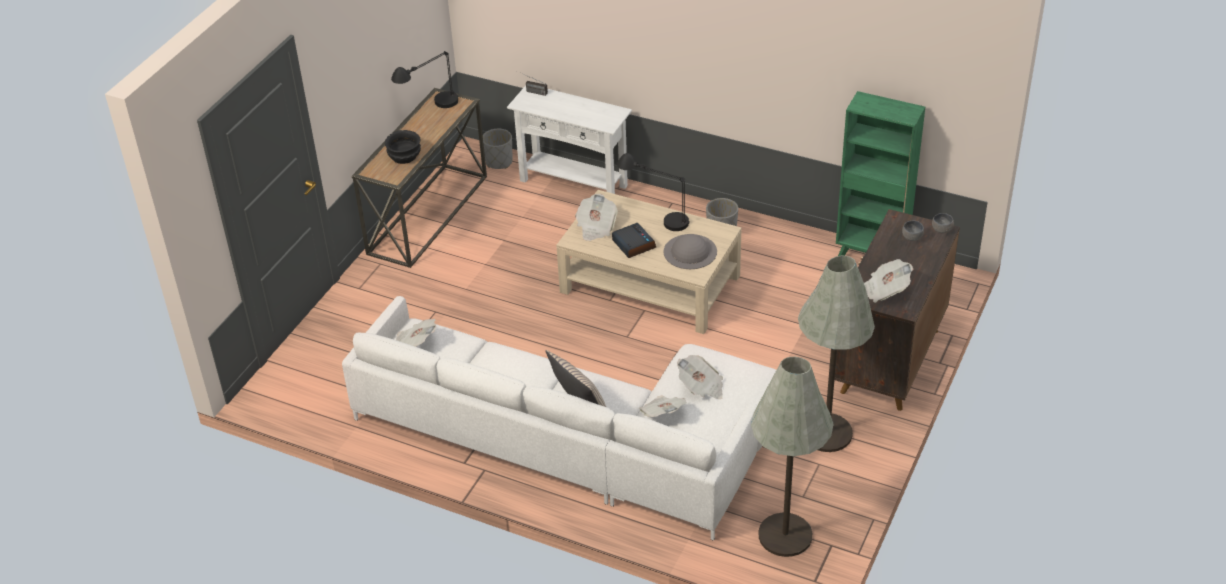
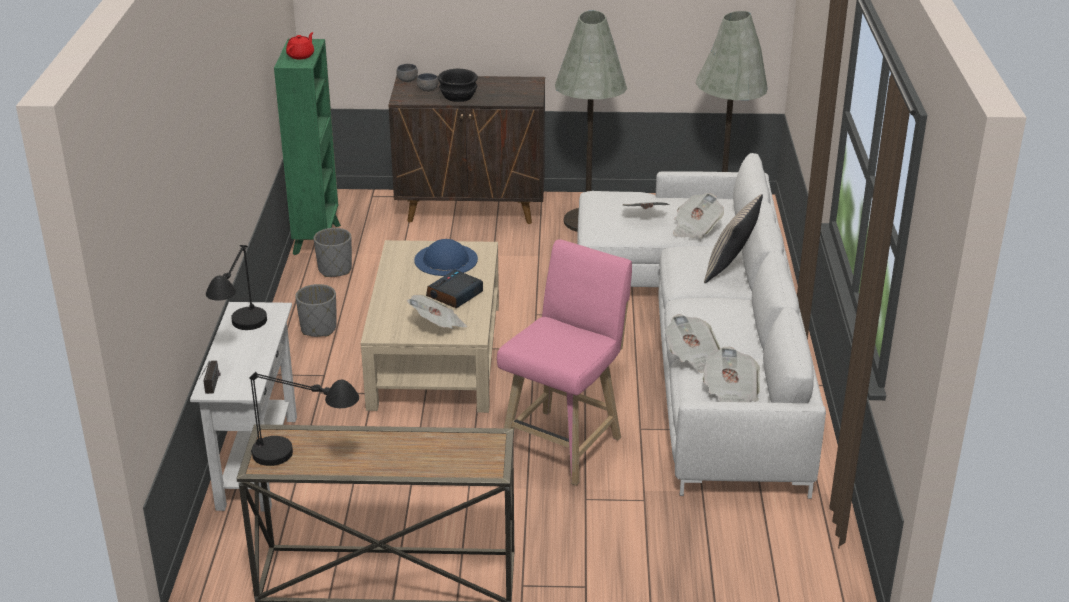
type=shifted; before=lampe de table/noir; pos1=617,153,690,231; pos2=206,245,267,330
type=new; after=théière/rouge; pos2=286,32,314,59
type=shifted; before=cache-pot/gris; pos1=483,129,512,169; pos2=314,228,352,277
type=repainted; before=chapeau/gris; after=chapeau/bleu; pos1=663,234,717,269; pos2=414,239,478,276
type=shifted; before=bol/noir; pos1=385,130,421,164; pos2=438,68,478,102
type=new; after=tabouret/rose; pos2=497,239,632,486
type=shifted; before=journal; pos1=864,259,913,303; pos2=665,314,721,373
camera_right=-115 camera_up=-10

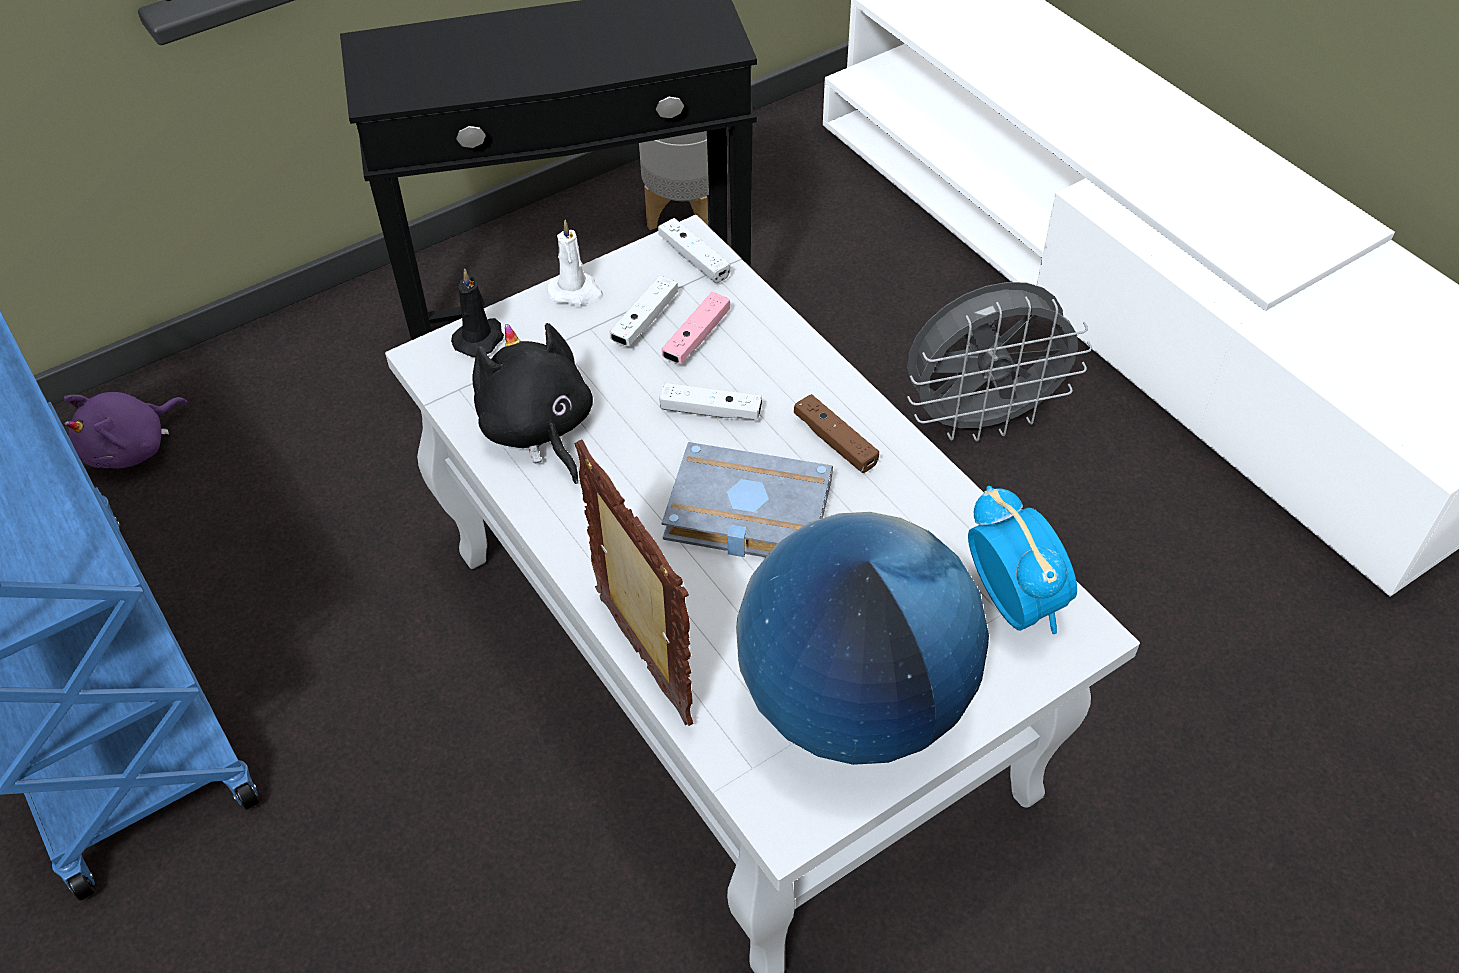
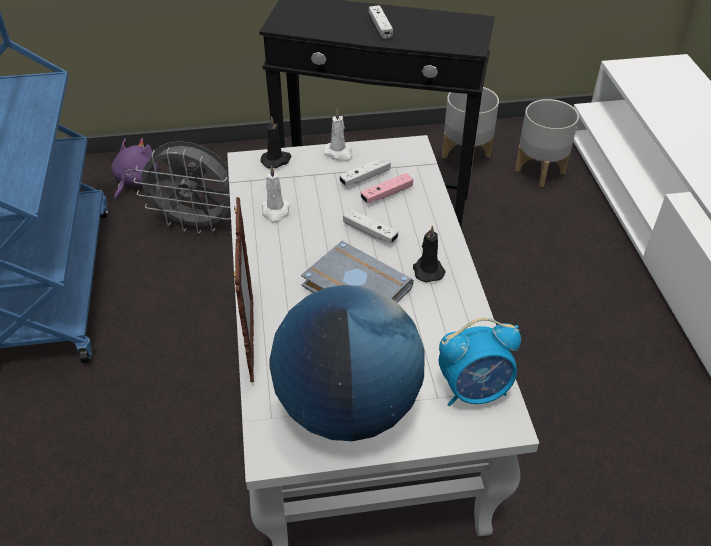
type=rotated; before=peluche/violet; pos1=64,392,188,468; pos2=111,138,158,201; turn=135
type=shifted; before=ventilateur/gris; pos1=907,282,1092,442; pos2=133,141,231,234
type=swapped; before=peluche/noir; after=bougie/blanc; pos1=472,323,593,484; pos2=262,165,290,223
type=shifted; before=manette/blanc; pos1=658,218,730,283; pos2=369,5,393,39
type=swapped; before=manette/marron; after=bougie/noir; pos1=794,394,879,473; pos2=413,225,446,282
type=rotated; before=réveil; pos1=968,486,1077,634; pos2=439,318,521,406; turn=75
type=new; after=cache-pot/gris; pos2=515,99,579,187
camera_right=25 camera_up=-5

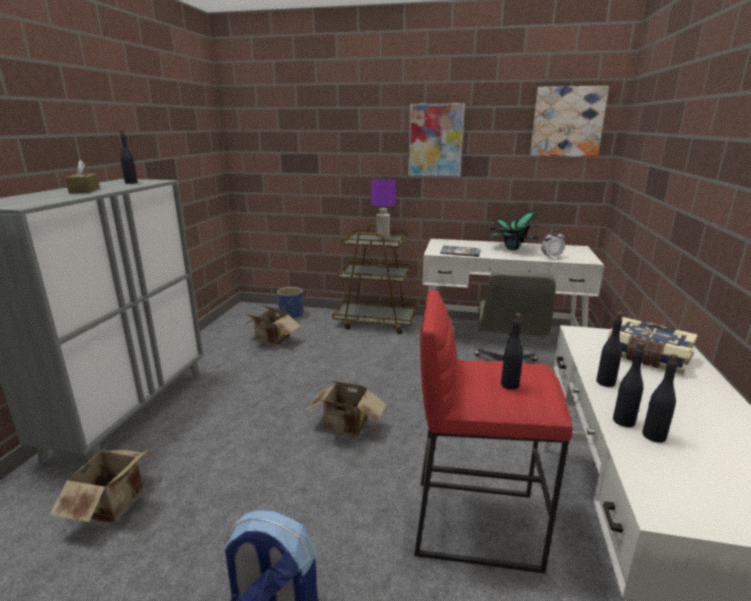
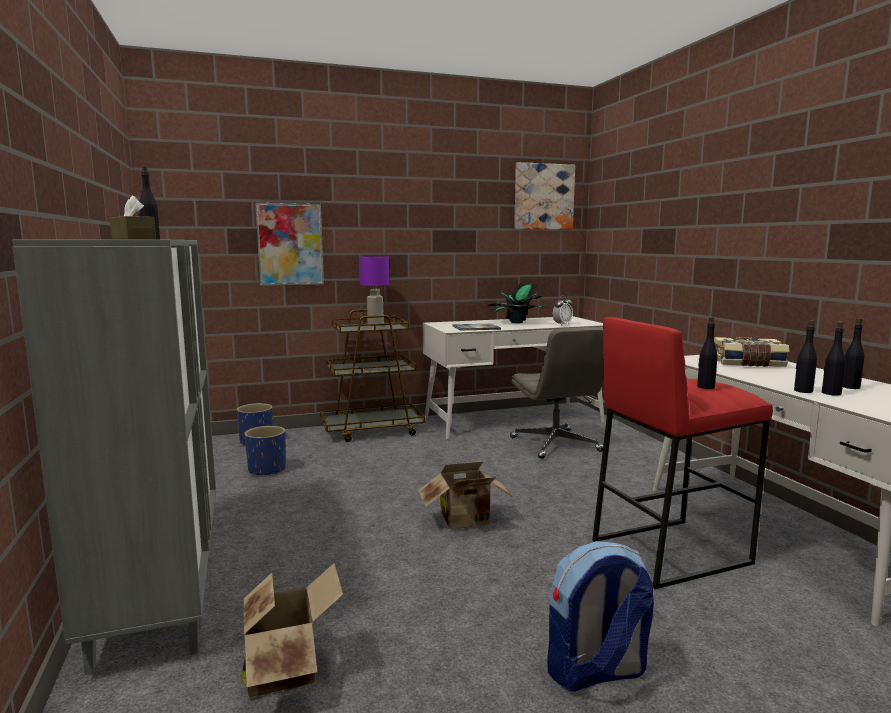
type=swapped; before=carton; after=cache-pot/bleu; pos1=244,306,301,346; pos2=244,426,286,476
type=shifted; before=tableau; pos1=408,103,465,176; pos2=255,203,324,286
type=shifted; before=bouteille/noir; pos1=596,312,623,387; pos2=843,318,864,389
camera_right=-30 camera_up=-10

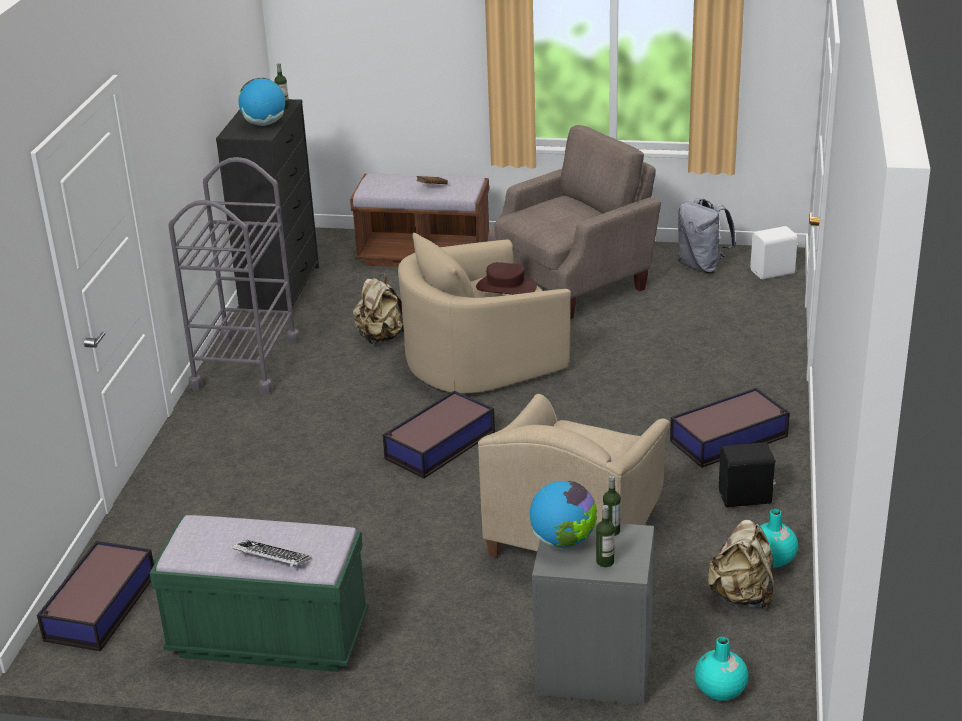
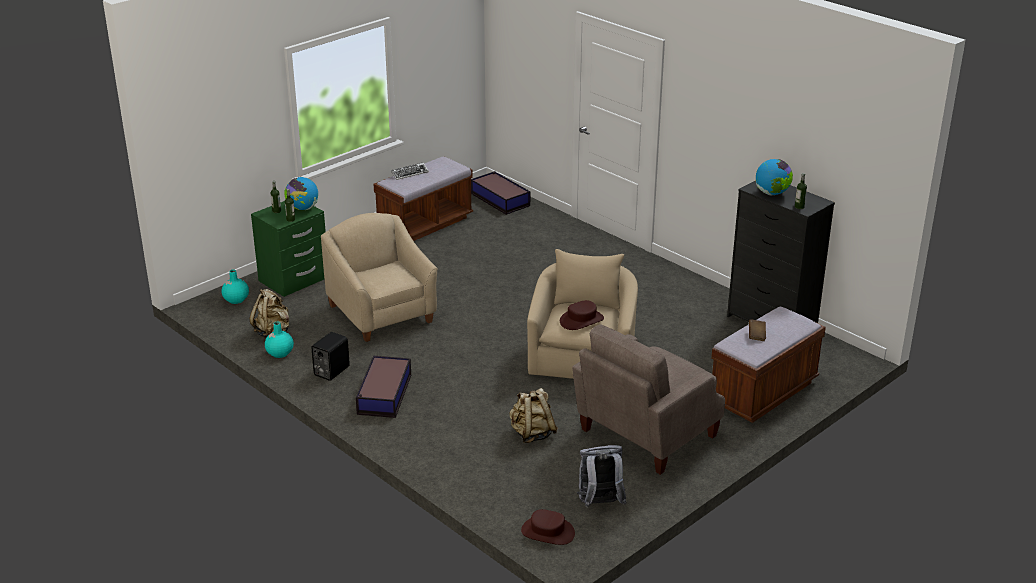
type=repainted; before=table de chevet/gris; after=table de chevet/vert; pos1=532,522,654,705; pos2=251,201,326,297
type=repainted; before=banc/vert; after=banc/marron; pos1=150,515,368,672; pos2=373,156,473,241
type=shifted; before=sac à dos/beige; pos1=353,274,404,344; pos2=509,388,558,443
type=swapped; before=enceinte/blanc; after=chapeau/marron; pos1=750,226,798,280; pos2=521,509,575,545
type=rotated; before=fauteuil/beige; pos1=488,125,661,319; pos2=572,324,725,475; turn=45
type=gone; before=chariot/gris; pos1=168,157,300,395
type=gone; before=boîte de rangement; pos1=383,391,495,478
camera_right=125 camera_up=0

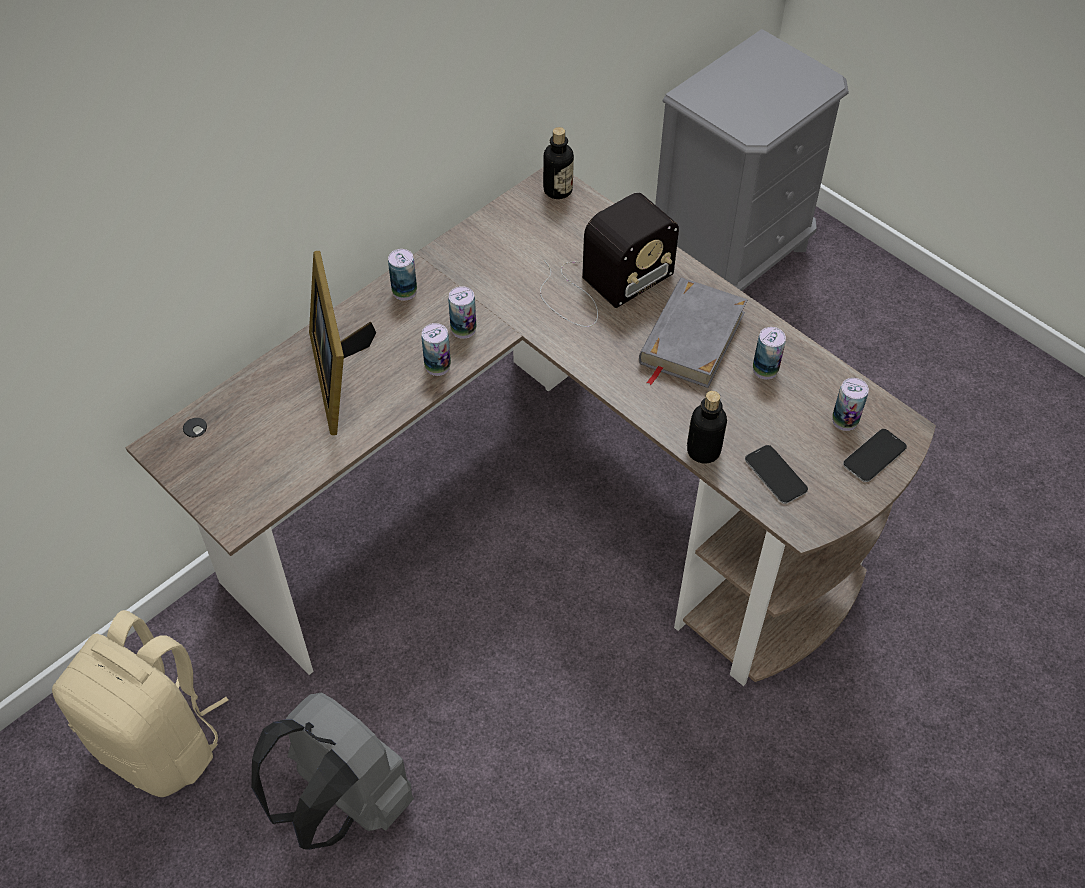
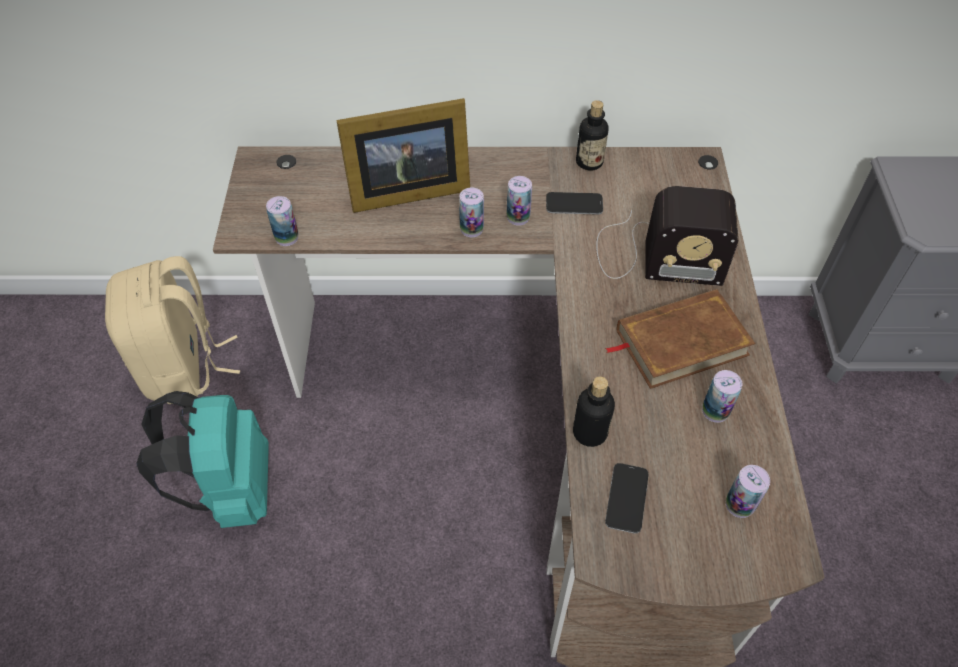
type=repainted; before=sac à dos/gris; after=sac à dos/turquoise; pos1=251,693,414,850; pos2=136,391,269,528
type=shifted; before=boîte métallique; pos1=388,249,417,301; pos2=266,196,298,246
type=rotated; before=cadre photo; pos1=309,251,376,435; pos2=336,98,470,213; turn=-135
type=shifted; before=téléphone; pos1=843,429,907,482; pos2=546,192,603,215
type=shifted; before=bouteille; pos1=543,127,574,199; pos2=576,100,609,171
type=repainted; before=livre/gris; after=livre/marron; pos1=639,278,748,388; pos2=605,289,755,389
camera_right=45 camera_up=0

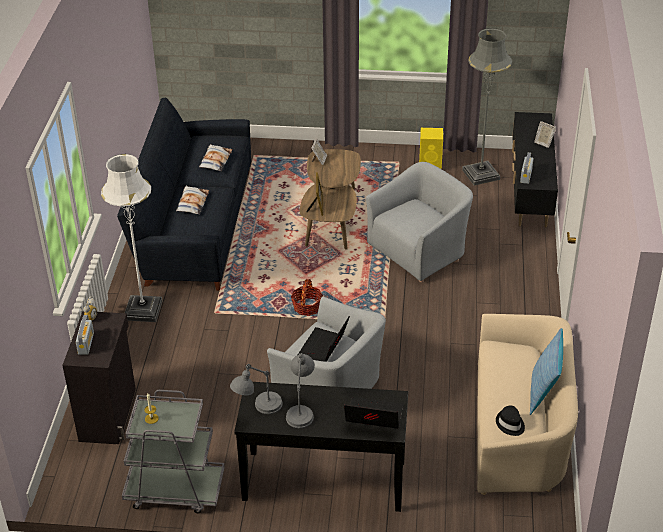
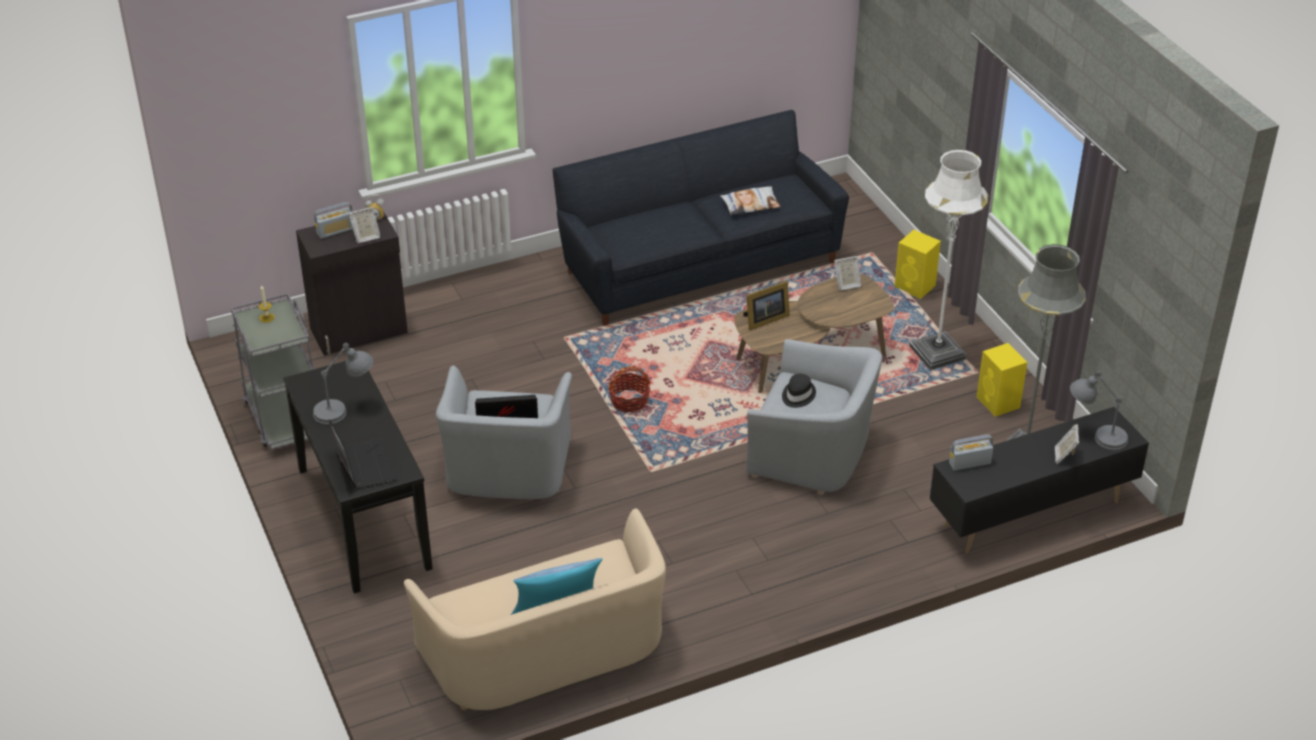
type=new; after=cadre photo; pos2=349,207,380,244
type=shifted; before=chapeau/noir; pos1=496,406,525,436; pos2=782,374,816,408
type=new; after=enceinte/jaune; pos2=894,230,941,299
type=shifted; before=lampadaire/blanc; pos1=101,154,163,322; pos2=909,149,988,370
type=shifted; before=lampe de table/gris; pos1=230,364,282,414; pos2=1070,371,1128,450
type=gone; before=coussin; pos1=176,186,209,215
camera_right=60 camera_up=0

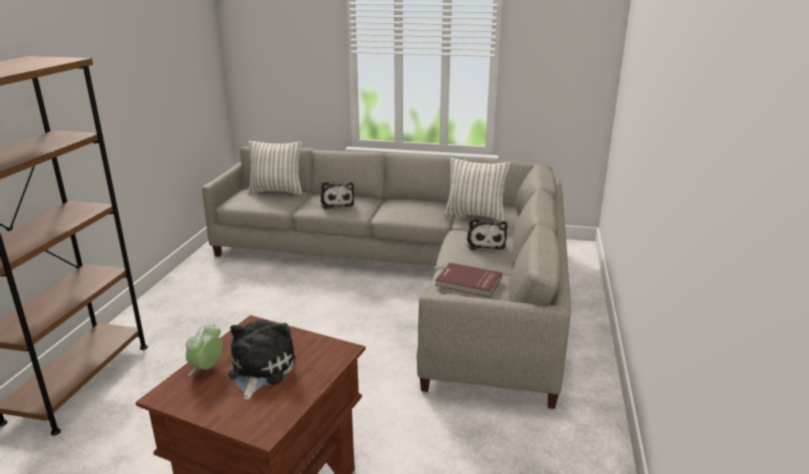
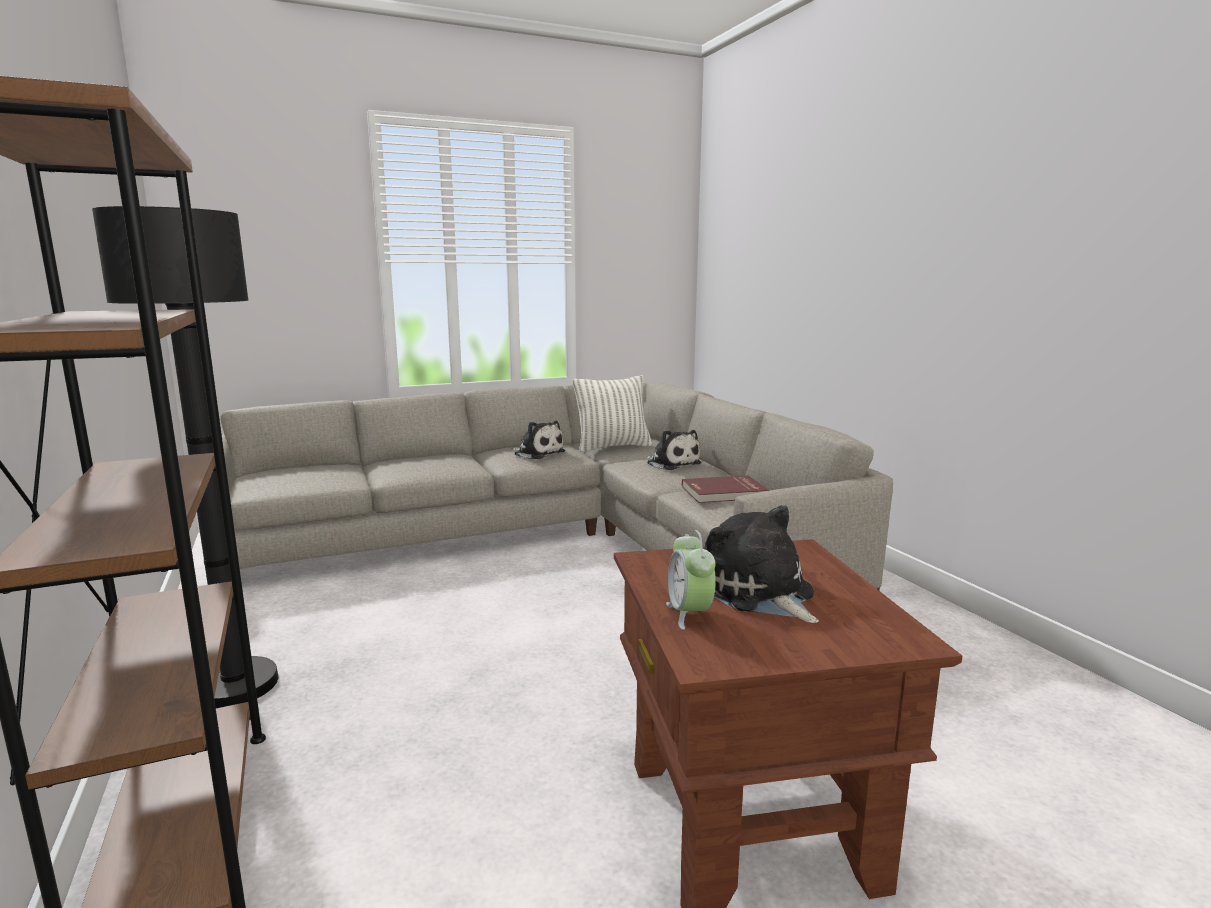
type=new; after=lampadaire/noir; pos2=92,206,279,708
type=shifted; before=peluche; pos1=321,182,354,209; pos2=511,421,565,459
type=gone; before=coussin; pos1=248,141,302,195
camera_right=-35 camera_up=-10

